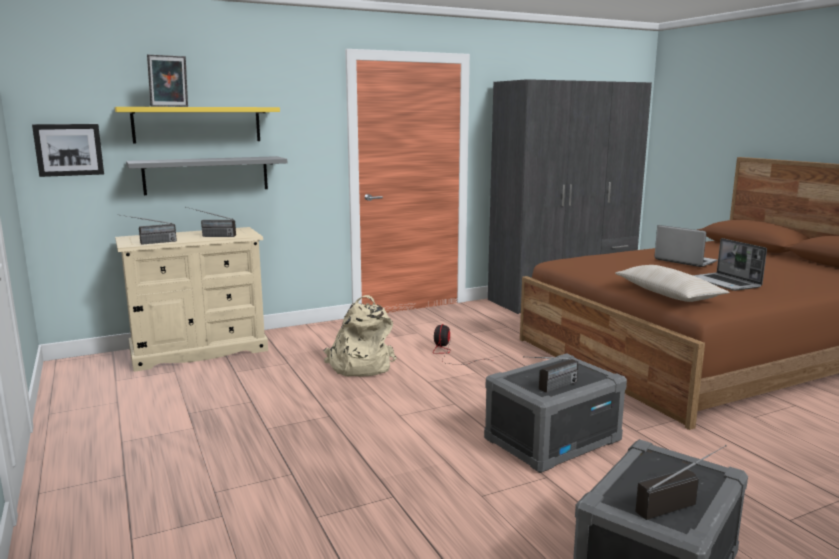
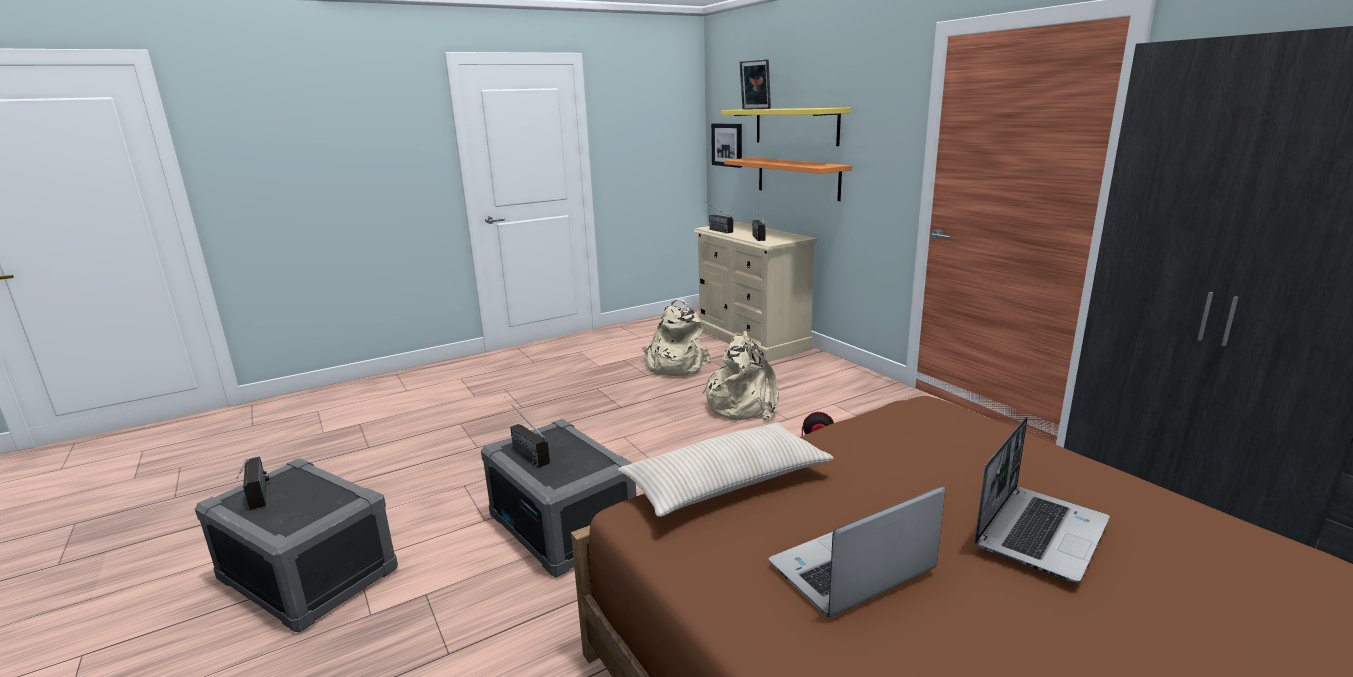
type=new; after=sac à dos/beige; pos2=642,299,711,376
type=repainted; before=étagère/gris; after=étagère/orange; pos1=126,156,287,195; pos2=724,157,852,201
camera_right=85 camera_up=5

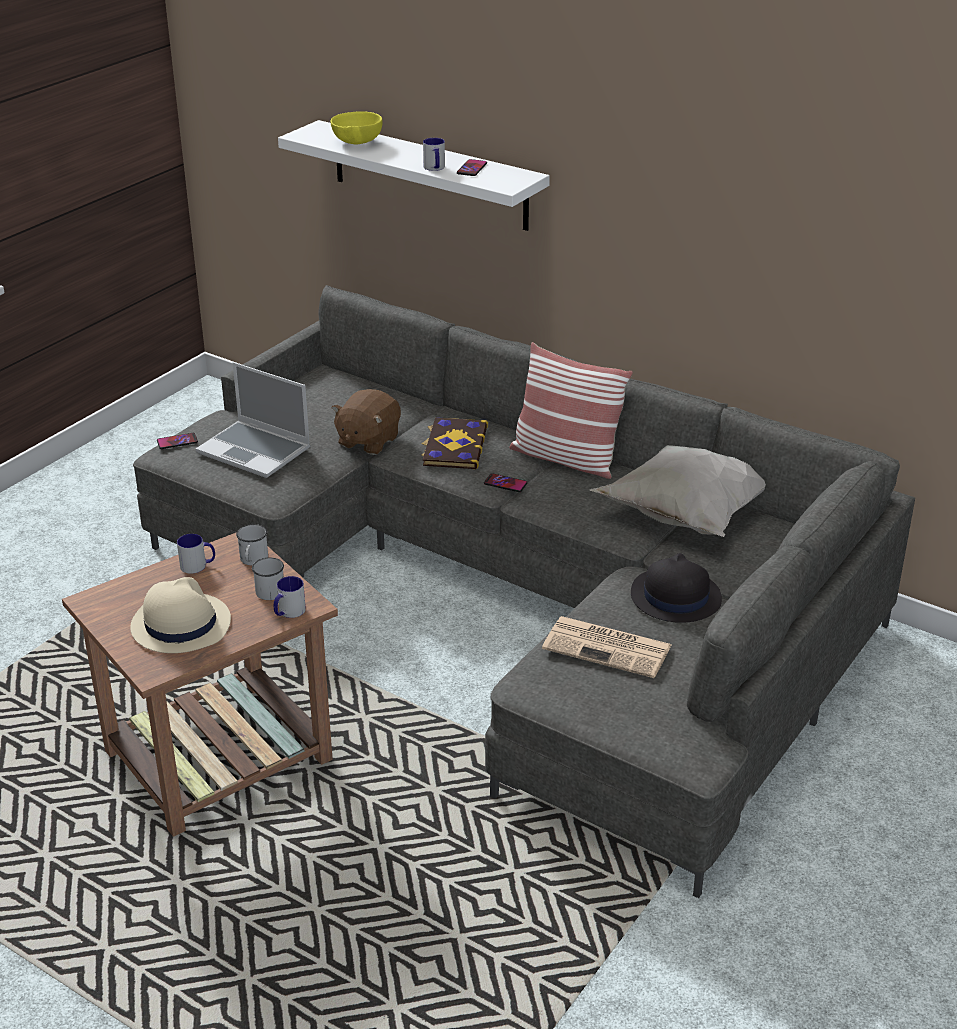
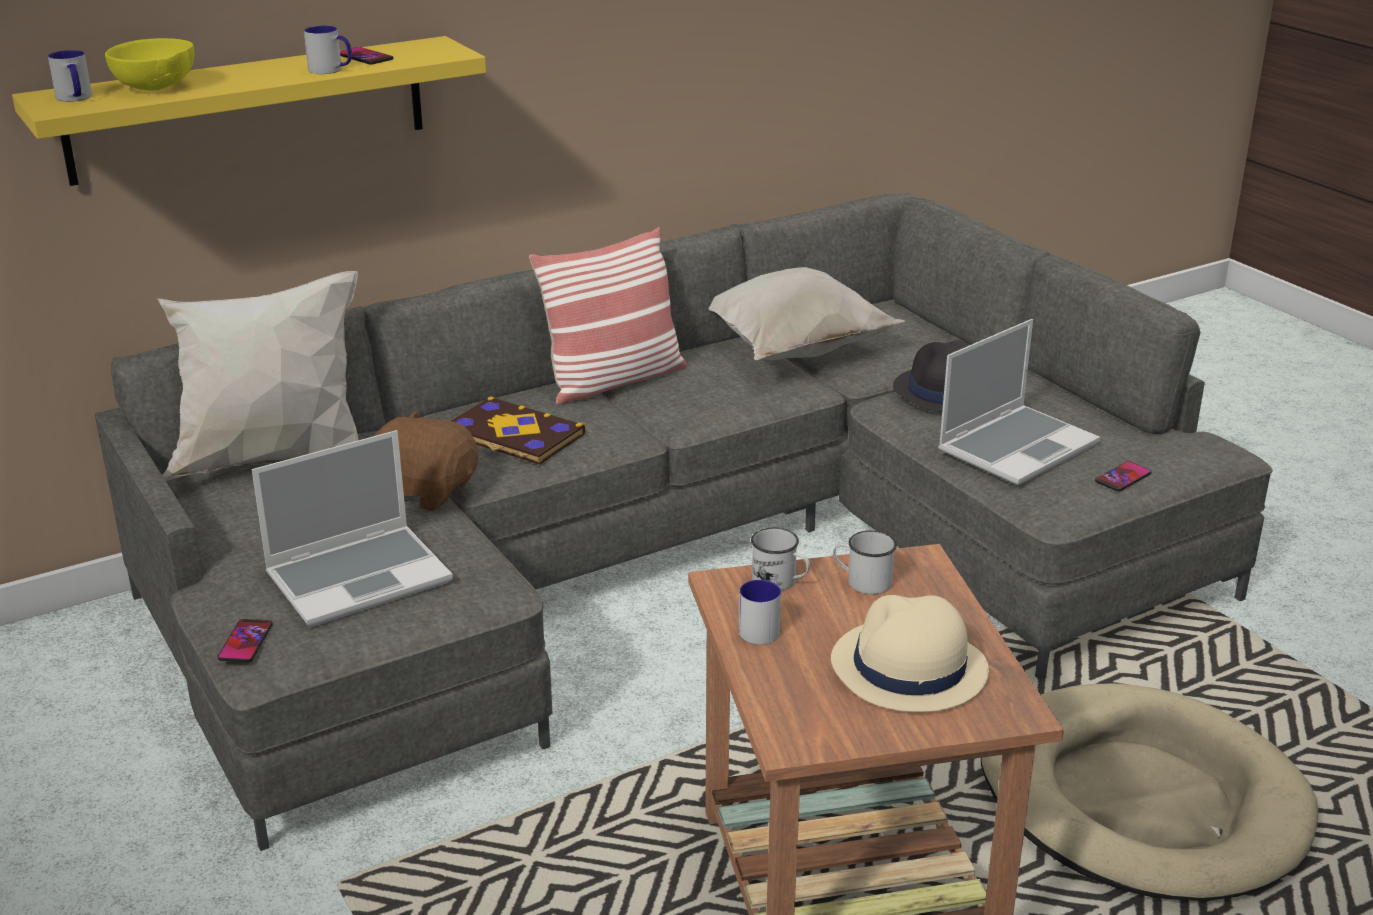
type=repainted; before=étagère/blanc; after=étagère/jaune; pos1=278,120,550,231; pos2=12,36,486,186
type=shifted; before=mug; pos1=274,576,306,618; pos2=48,50,92,102
type=new; after=coussin/blanc; pos2=157,271,358,481
type=rotated; before=peluche/marron; pos1=331,389,401,455; pos2=375,410,478,511; turn=150
type=swapped; before=journal; after=ordinateur portable; pos1=542,616,671,678; pos2=938,319,1100,485
type=new; after=panier pour chien/beige; pos2=981,684,1318,901
type=shifted; before=téléphone; pos1=484,473,527,492; pos2=1095,461,1152,492
camera_right=-65 camera_up=-5

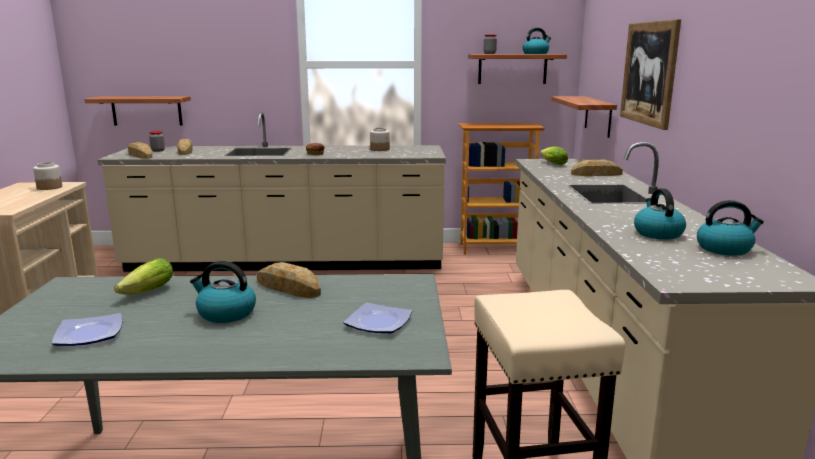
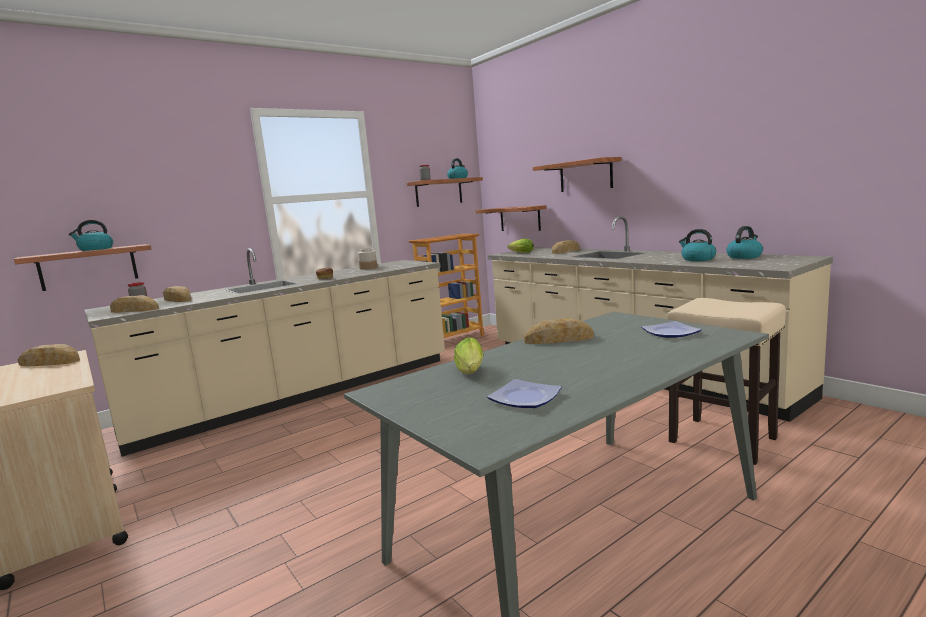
type=swapped; before=bocal; after=pain; pos1=33,162,62,190; pos2=18,344,80,366
type=shifted; before=bouilloire; pos1=190,261,256,323; pos2=69,220,113,251
type=swapped; before=tableau; after=étagère; pos1=620,19,681,130; pos2=533,157,621,192
camera_right=-35 camera_up=-5

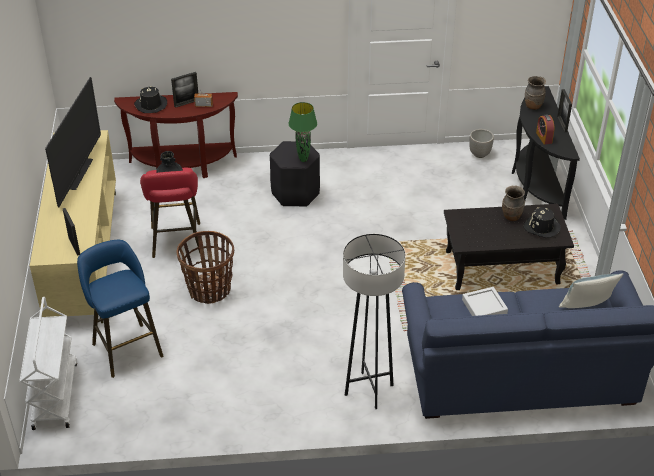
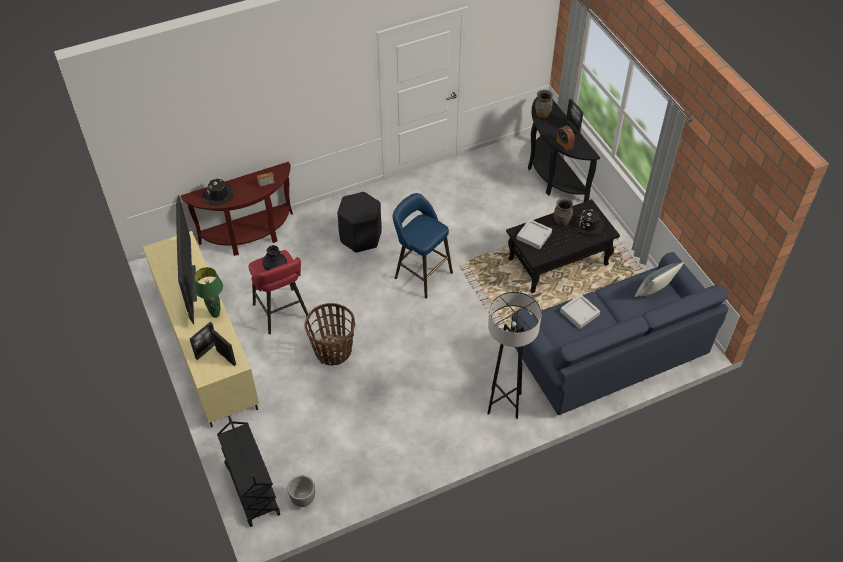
type=shifted; before=cadre photo; pos1=171,72,198,108; pos2=190,322,215,360
type=shifted; before=lampe de table/vert; pos1=289,102,317,162; pos2=194,267,223,318
type=repainted; before=chariot/blanc; after=chariot/noir; pos1=20,297,77,430; pos2=217,416,280,527
type=shifted; before=cache-pot; pos1=469,129,494,158; pos2=287,475,315,507
type=shifted; before=tabouret/bleu; pos1=77,240,163,378; pos2=393,193,453,299
type=new; after=plateau/gris; pos2=516,219,552,250
camera_right=-20 camera_up=10

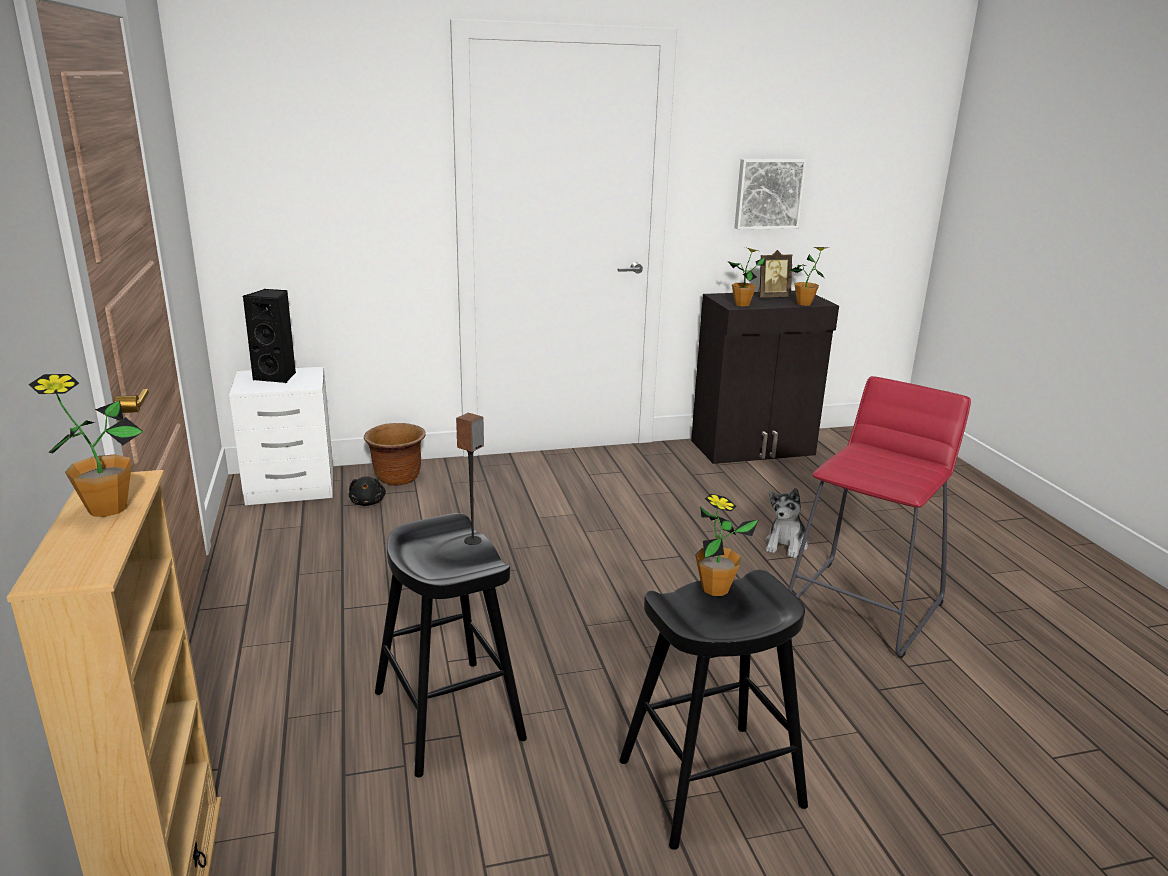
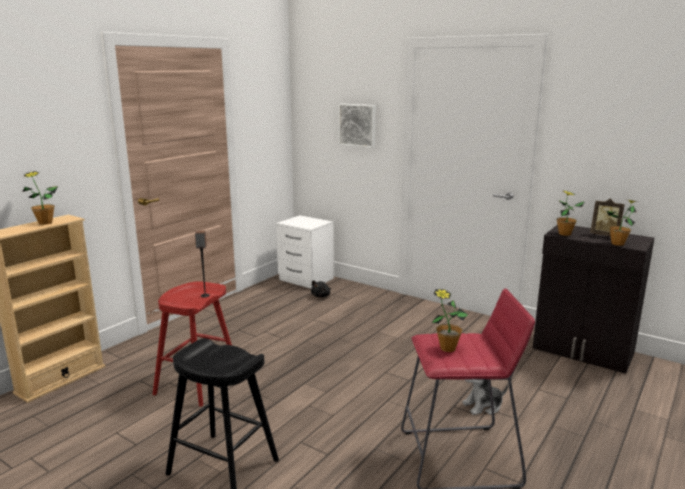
type=repainted; before=tabouret/noir; after=tabouret/rouge; pos1=375,513,527,778; pos2=153,281,232,407
type=shifted; before=tableau; pos1=734,159,807,230; pos2=338,104,376,148
type=shifted; before=plante en pot; pos1=695,494,758,596; pos2=432,289,468,352
type=gone; before=enceinte/noir; pos1=243,289,296,383
type=gone; before=cache-pot/marron; pos1=364,423,426,486
camera_right=50 camera_up=-5

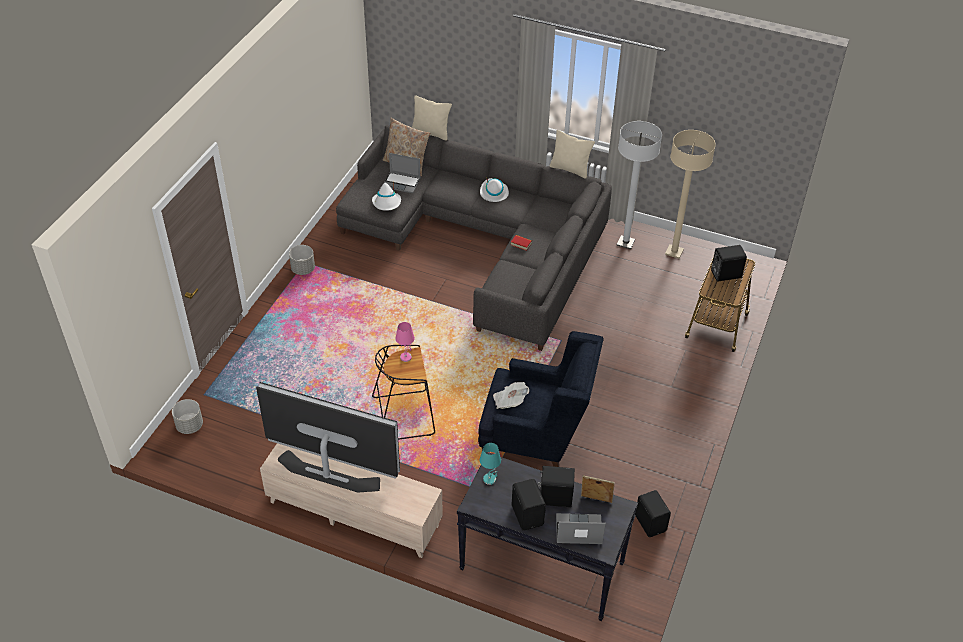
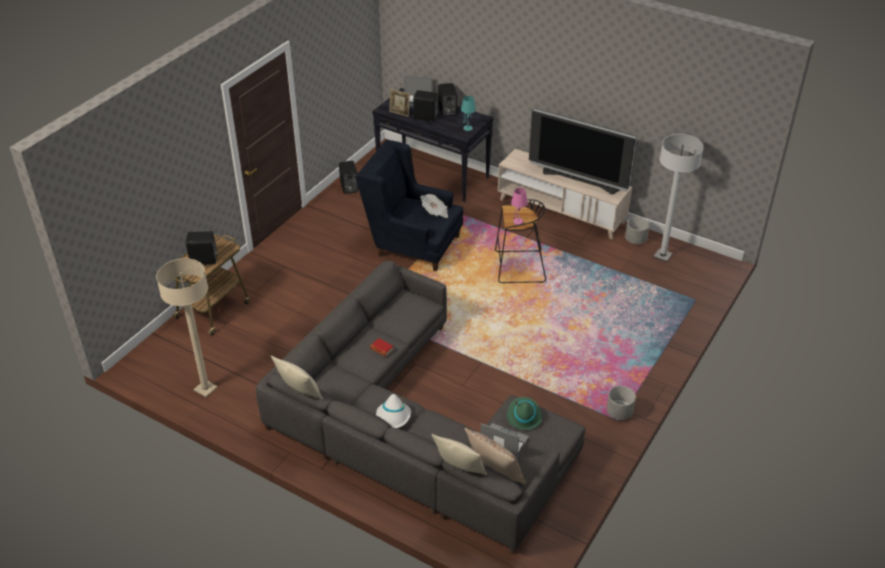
type=repainted; before=chapeau/blanc; after=chapeau/vert; pos1=372,183,401,211; pos2=507,397,542,430
type=shifted; before=cache-pot/gris; pos1=172,399,203,434; pos2=625,217,650,244
type=shifted; before=lampadaire/blanc; pos1=616,121,662,249; pos2=653,134,704,262
camera_right=-170 camera_up=-5

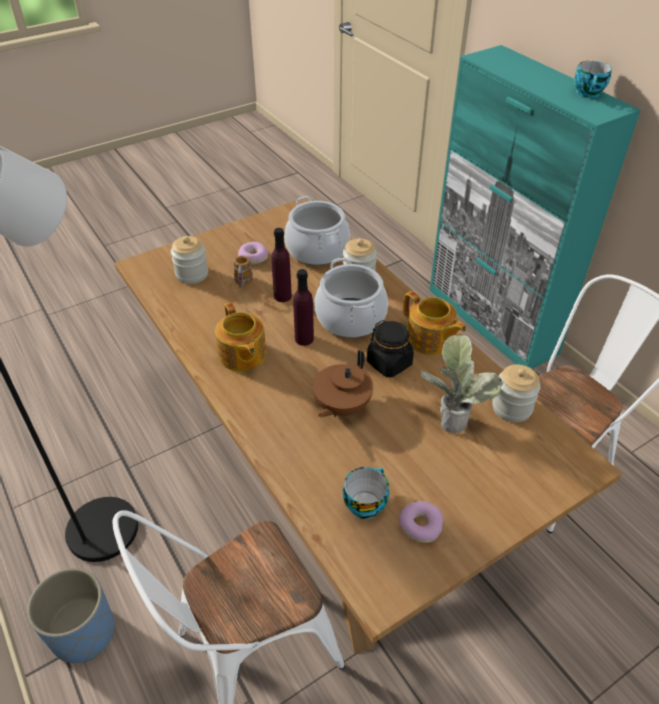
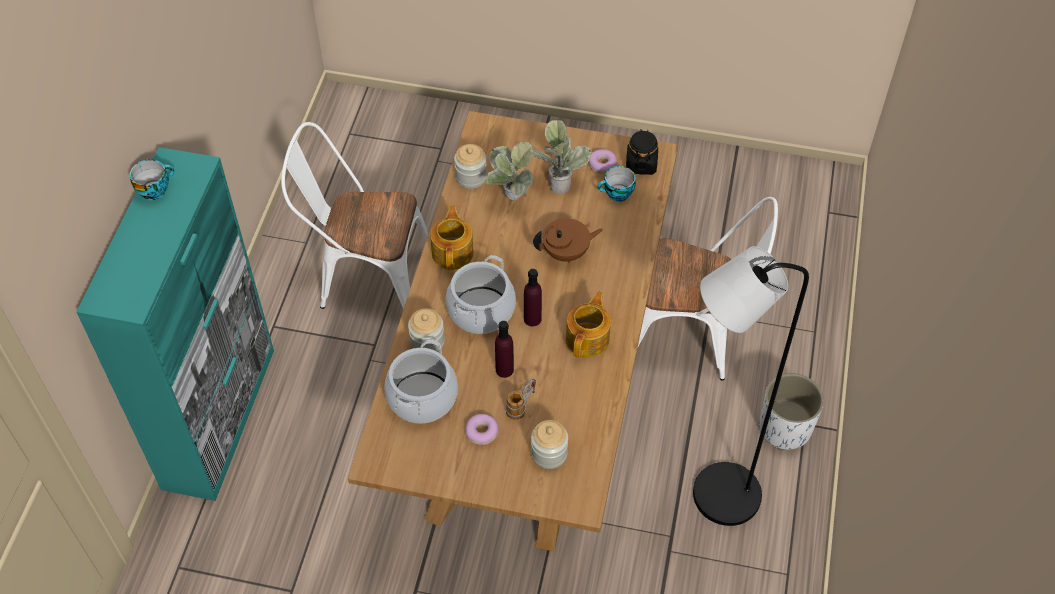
type=new; after=plante en pot; pos2=533,120,592,194
type=shifted; before=bocal/noir; pos1=367,320,414,377; pos2=626,130,658,175
type=repainted; before=cache-pot/bleu; after=cache-pot/blanc; pos1=27,568,114,663; pos2=759,373,824,450
camera_right=-135 camera_up=10

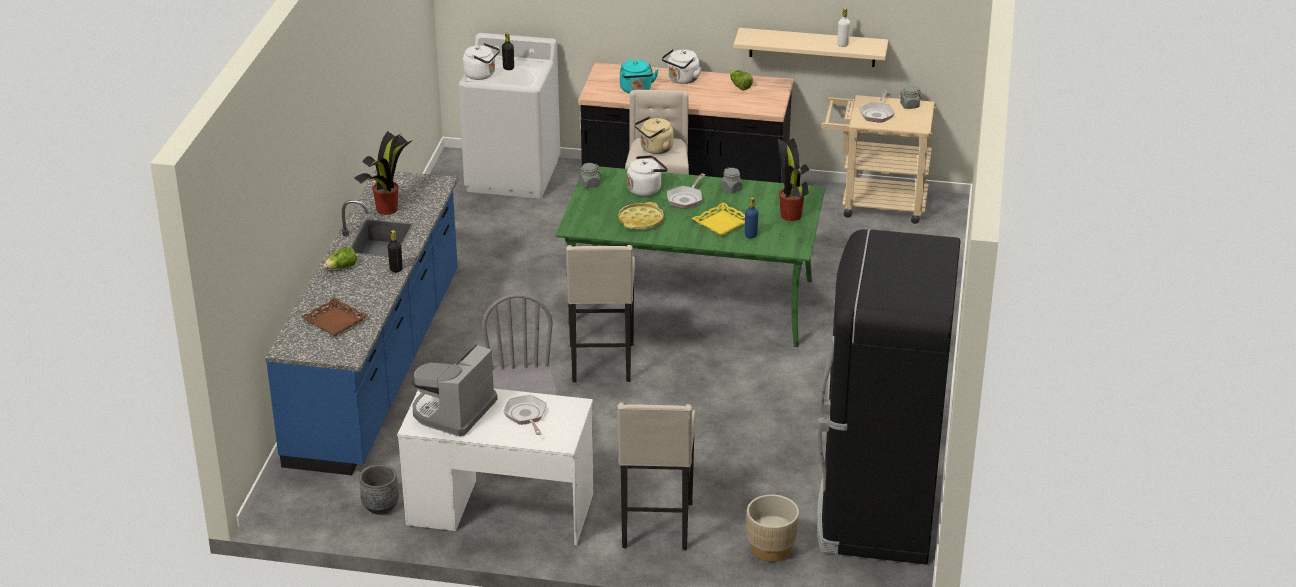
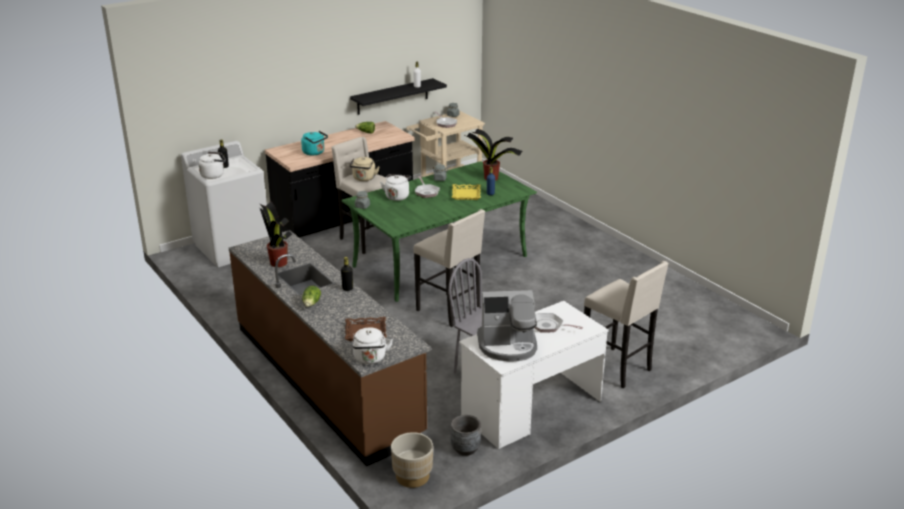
type=repainted; before=comptoir de cuisine/bleu; after=comptoir de cuisine/marron; pos1=265,169,458,475; pos2=229,230,431,466
type=repainted; before=étagère/beige; after=étagère/noir; pos1=734,28,888,67; pos2=350,78,447,115
type=shifted; before=bouilloire/blanc; pos1=662,49,702,84; pos2=353,327,393,364
type=shifted; before=cache-pot/beige; pos1=747,494,799,562; pos2=391,432,433,488
type=rotated; before=machine à café; pos1=412,344,497,436; pos2=477,290,537,362; turn=-75
type=gone; before=plateau/jaune; pos1=618,202,664,230
type=gone; before=réfrigérateur/noir; pos1=817,229,961,565
camera_right=-45 camera_up=-5

